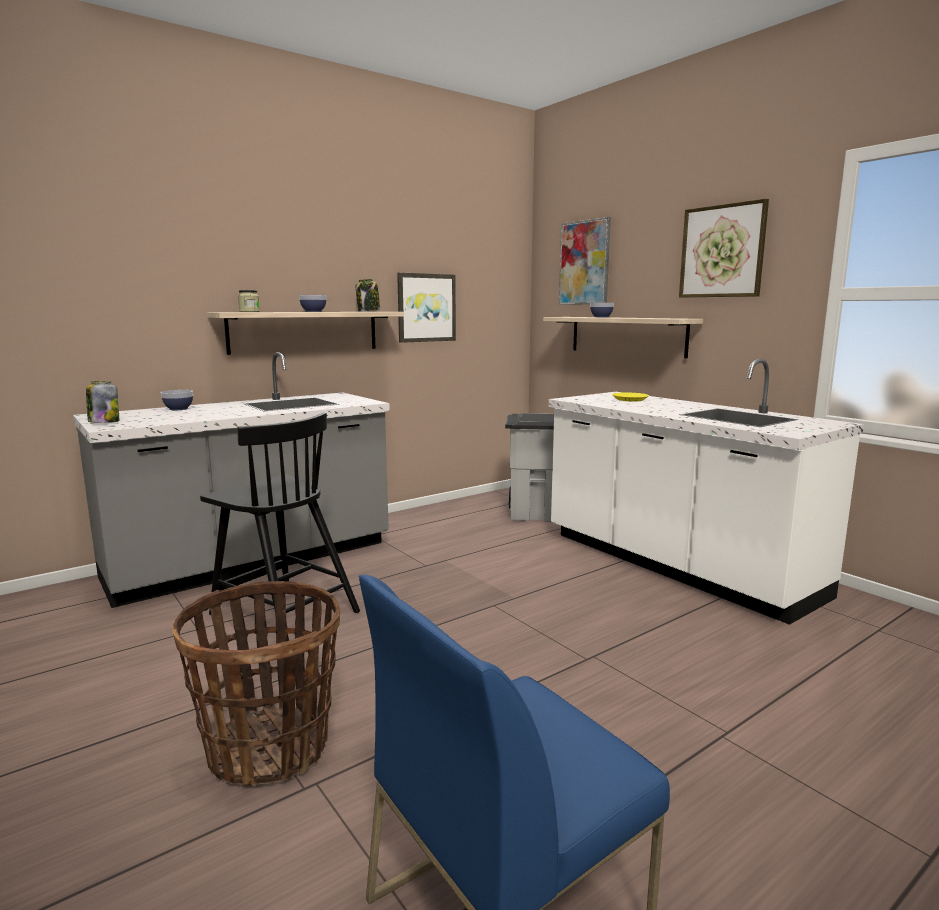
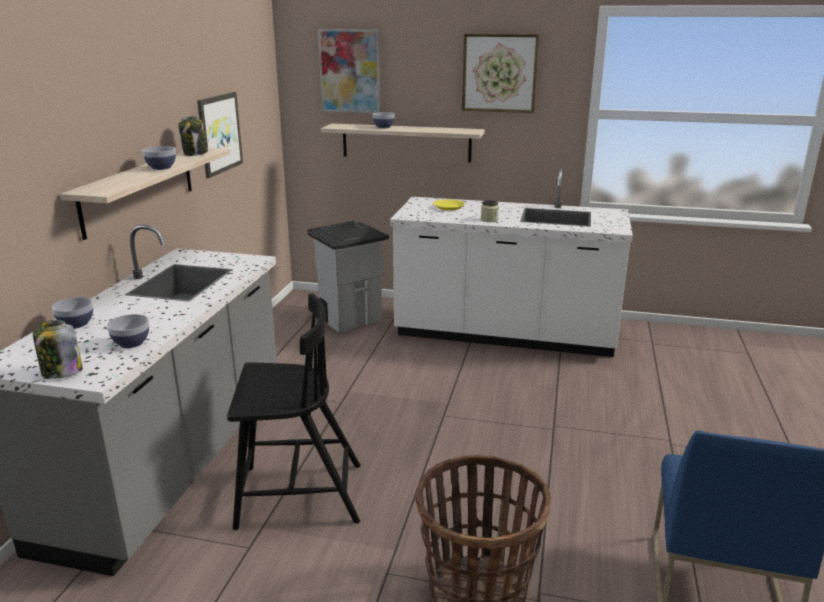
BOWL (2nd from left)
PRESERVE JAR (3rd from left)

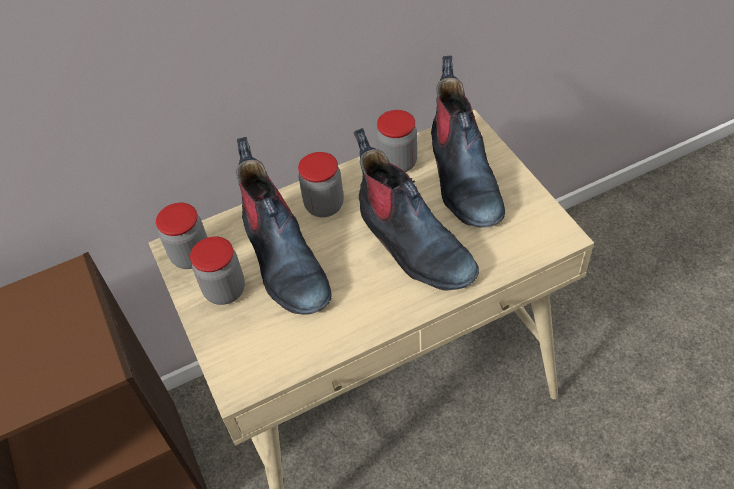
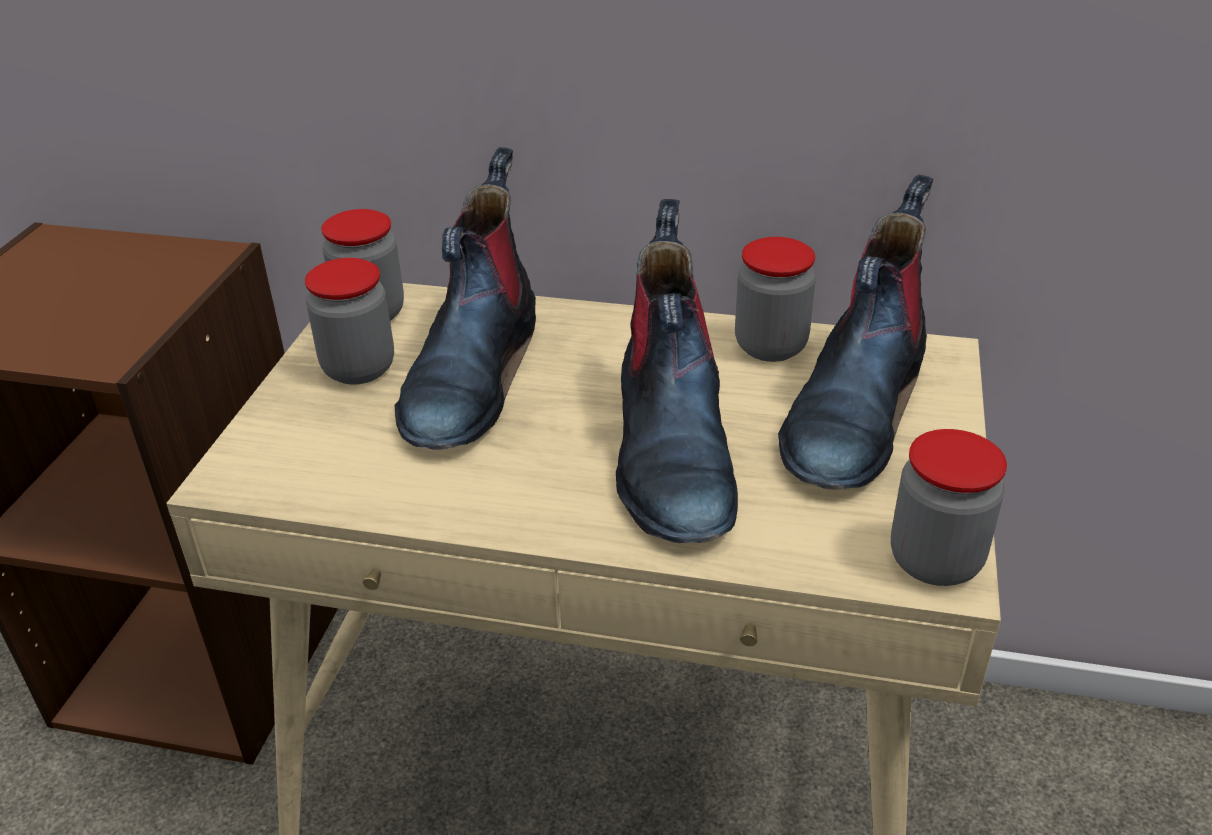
PRESERVE JAR (4th from left)

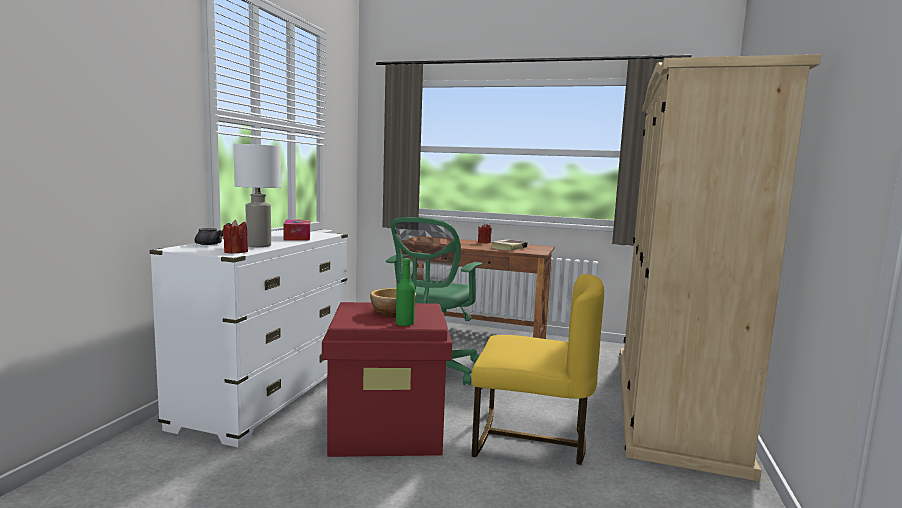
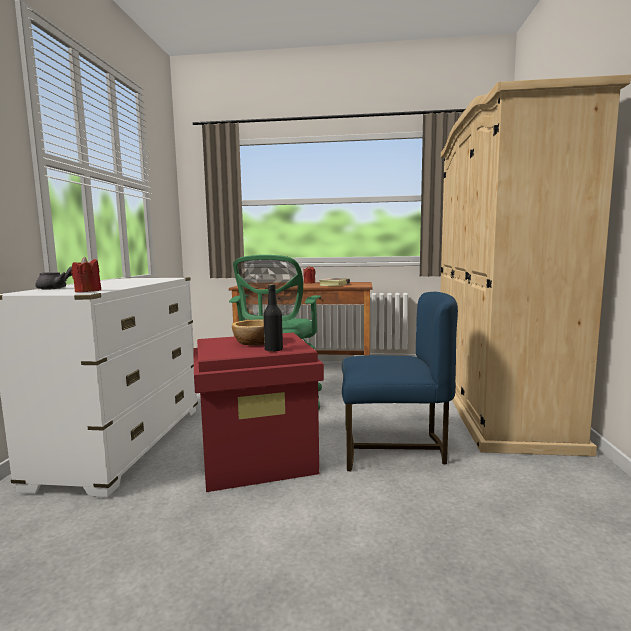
BLACK BEVERAGE BOTTLE
BLUE-COLOURED CHAIR
WHITISH TABLE LAMP
TISSUE HOLDER

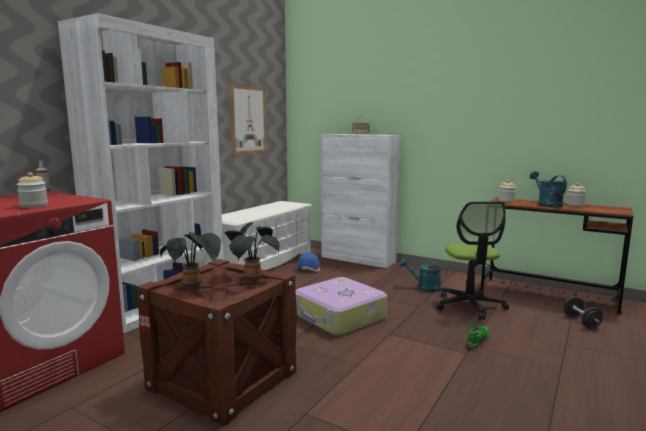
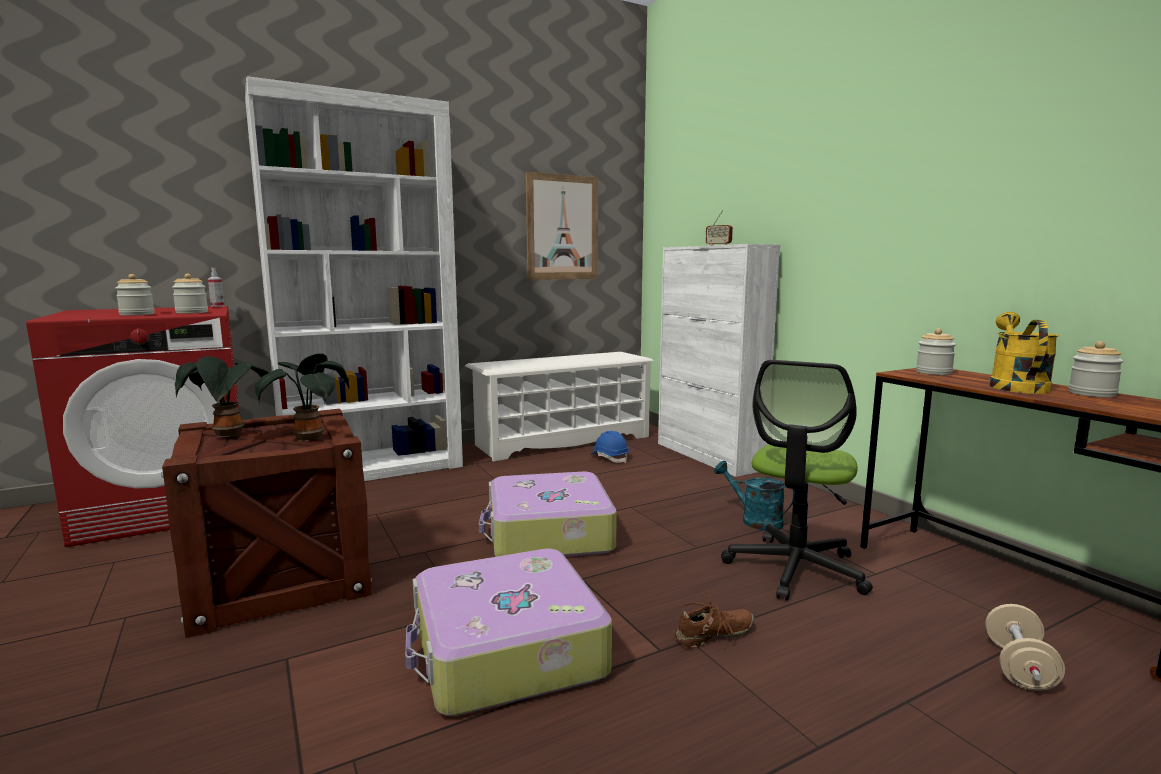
PRESERVE JAR (2nd from left)
PIECE OF LUGGAGE (1st from left)
BROWNISH SHOE
SAND-COLOURED FREE WEIGHT
YELLOWISH WATERING CAN

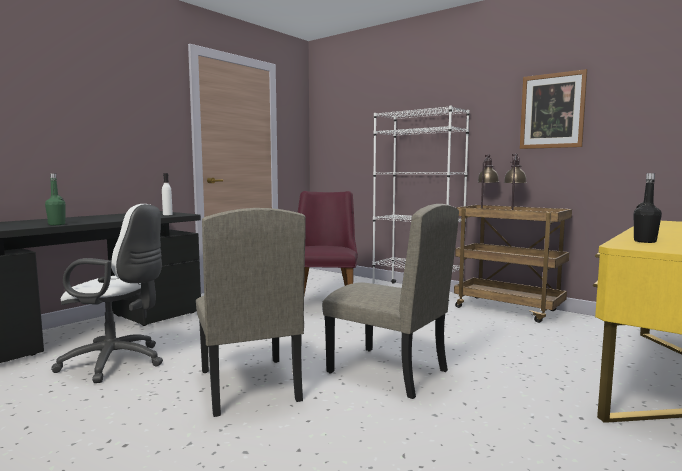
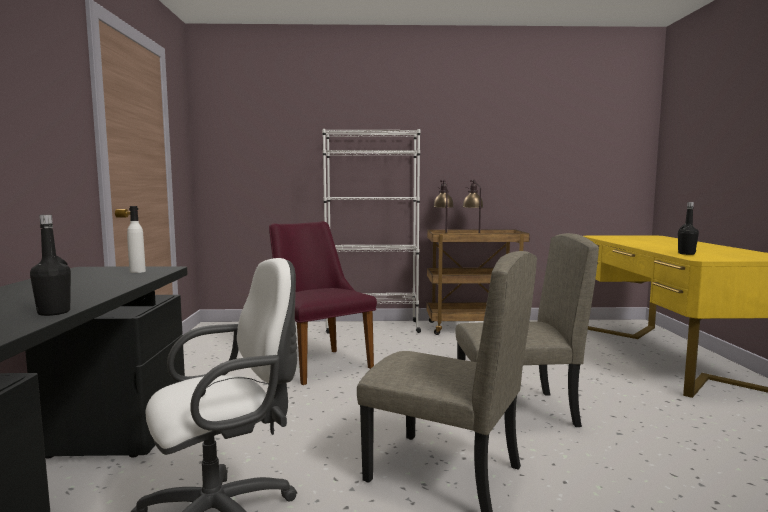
BLACK BEVERAGE BOTTLE (1st from left)
WALL PICTURE

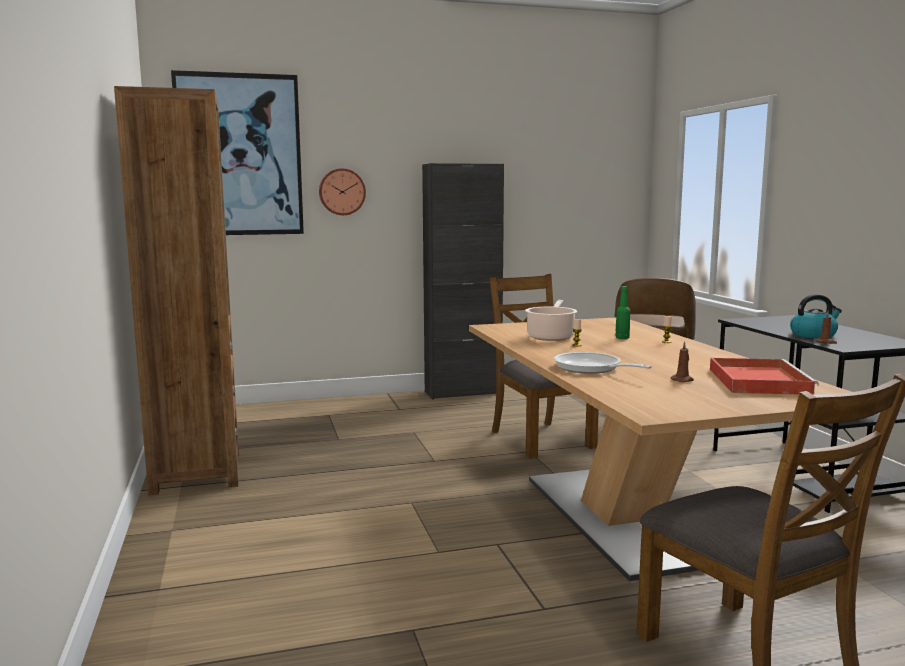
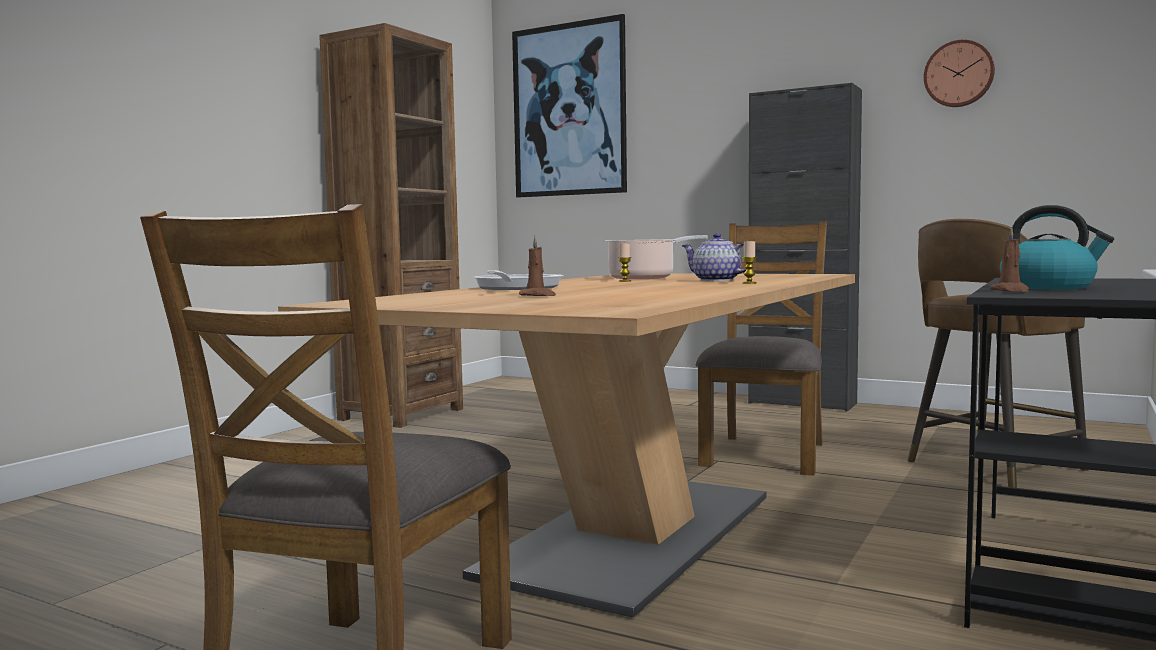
POT FOR TEA
CLOCK ON THE WALL
REDDISH SERVING TRAY

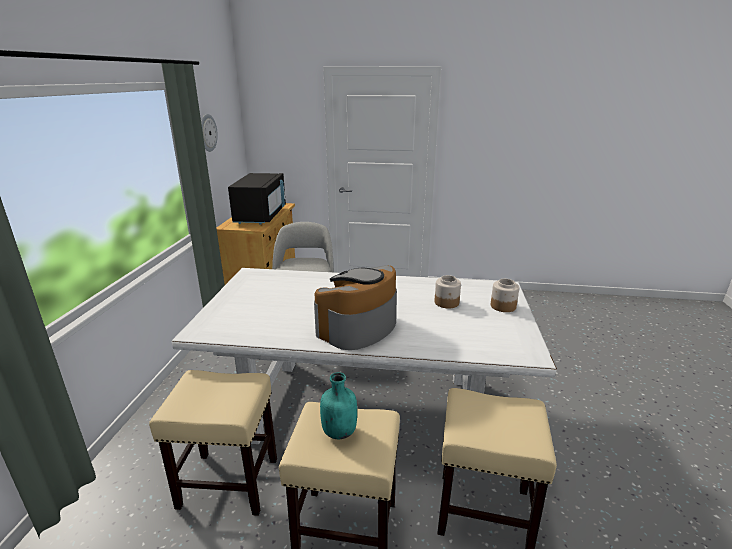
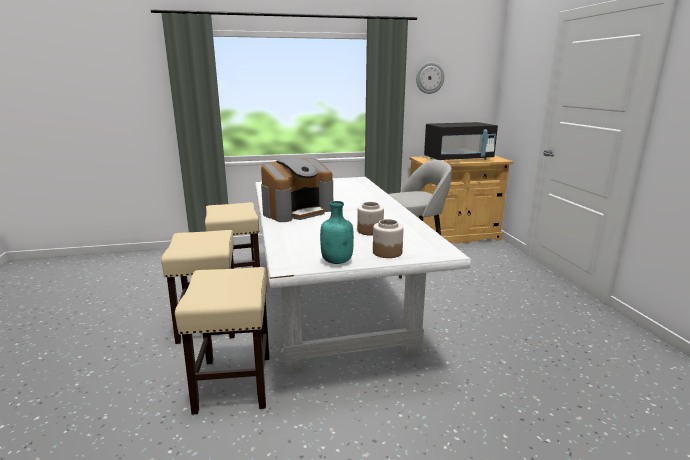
COFFEE MAKER
BLUE-GREEN BEVERAGE BOTTLE

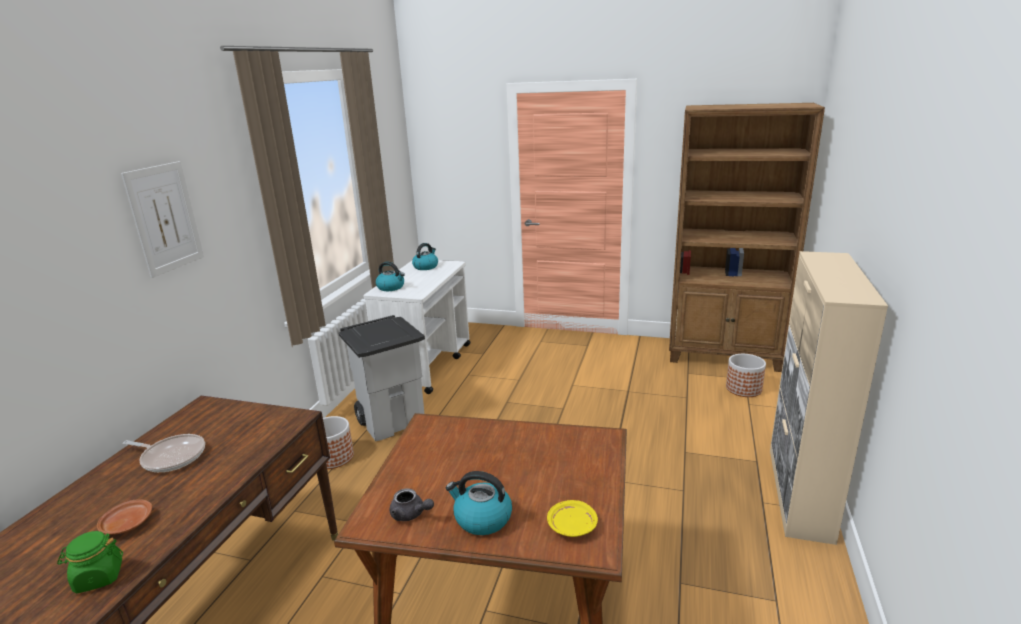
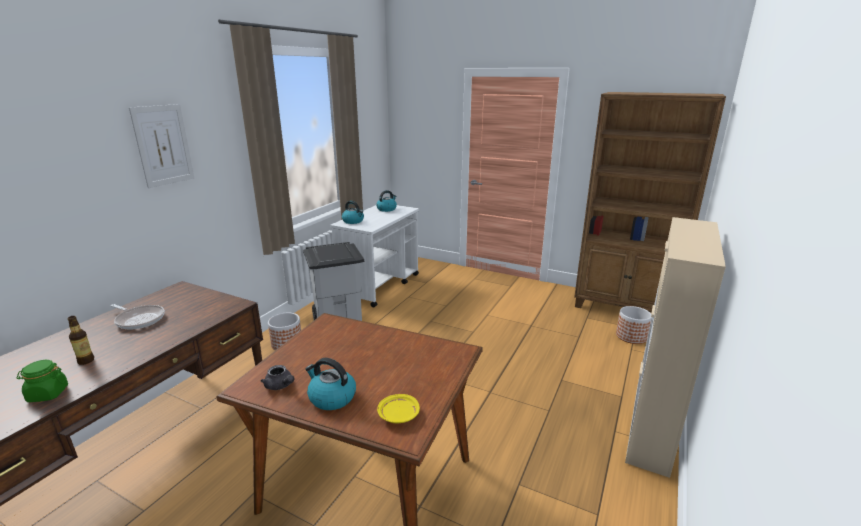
BEVERAGE BOTTLE

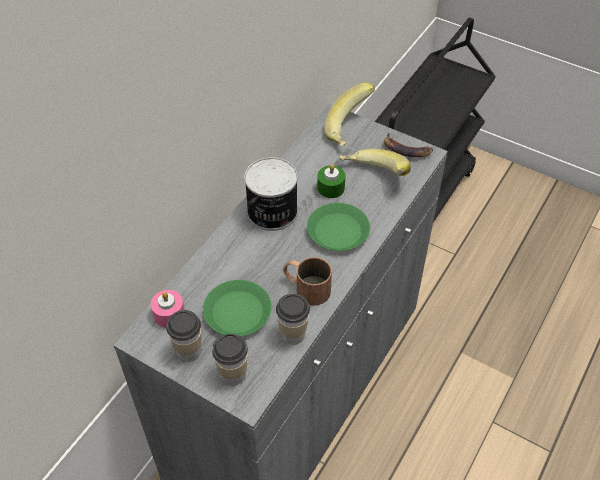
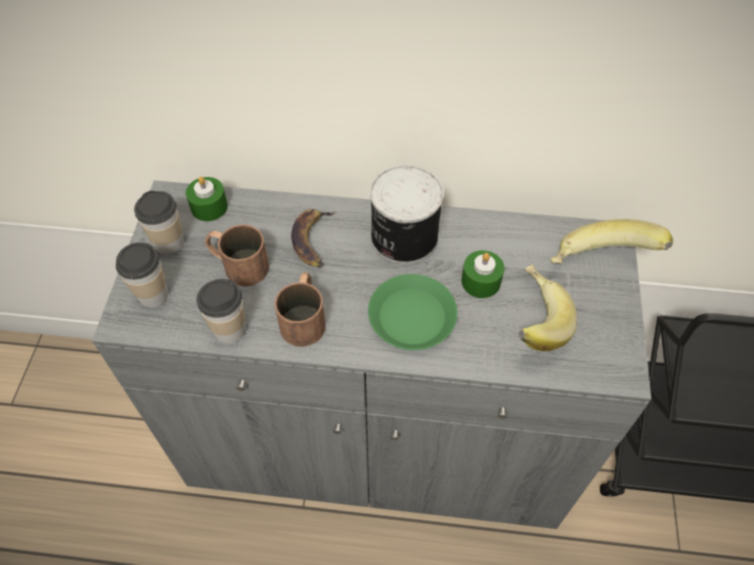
GREEN WAX LIGHT (1st from left)
BROWNISH COFFEE MUG (1st from left)
BANANA (1st from left)

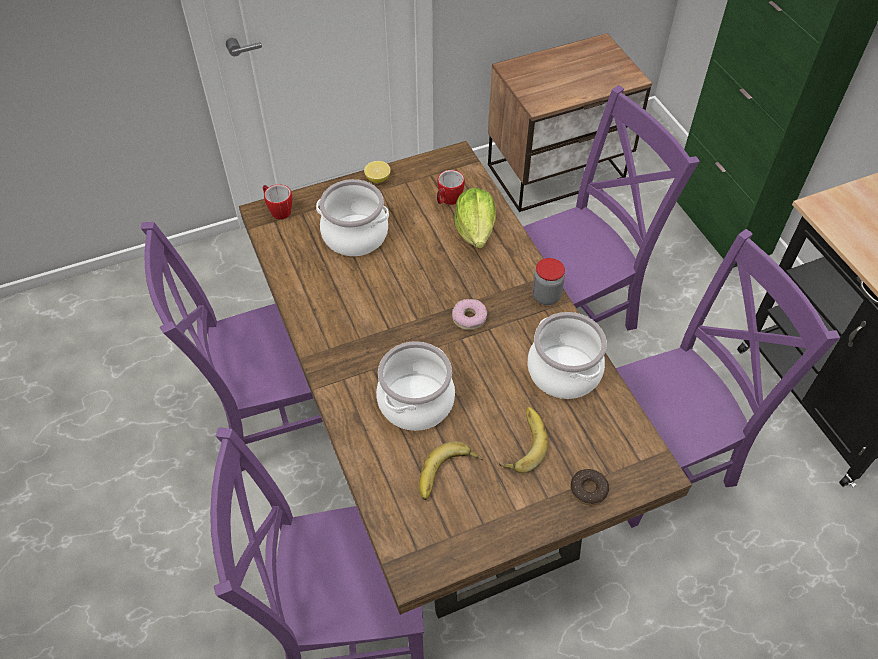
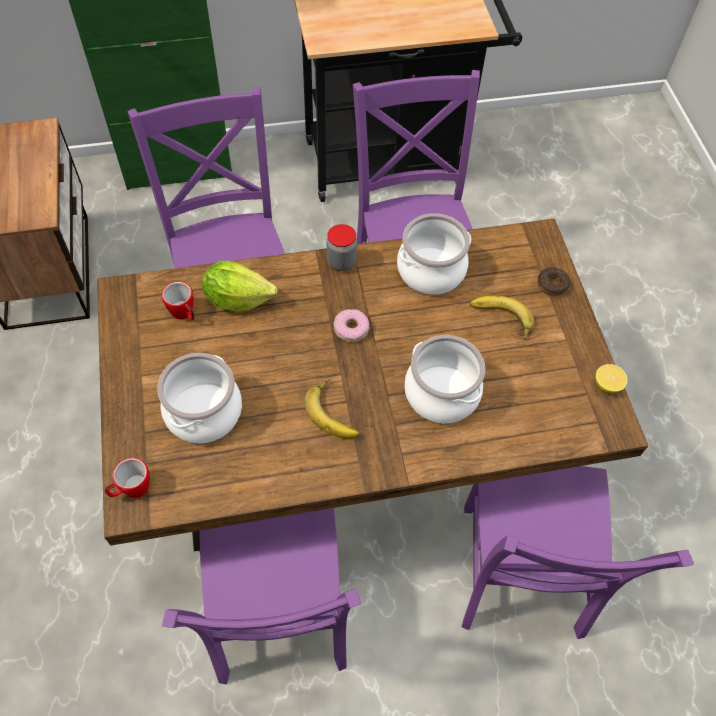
BANANA (1st from left)
CITRUS FRUIT

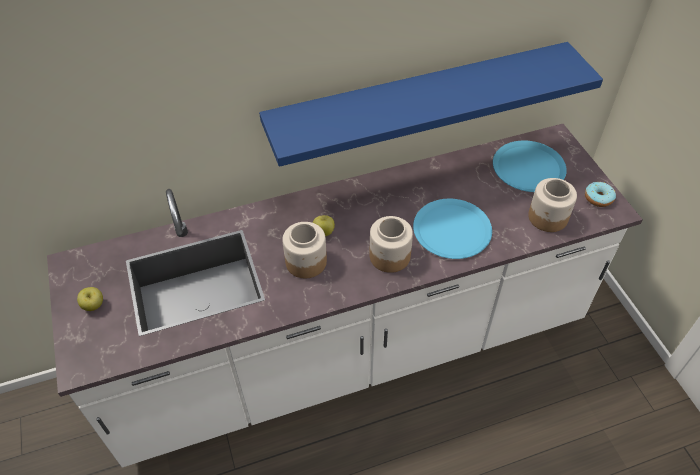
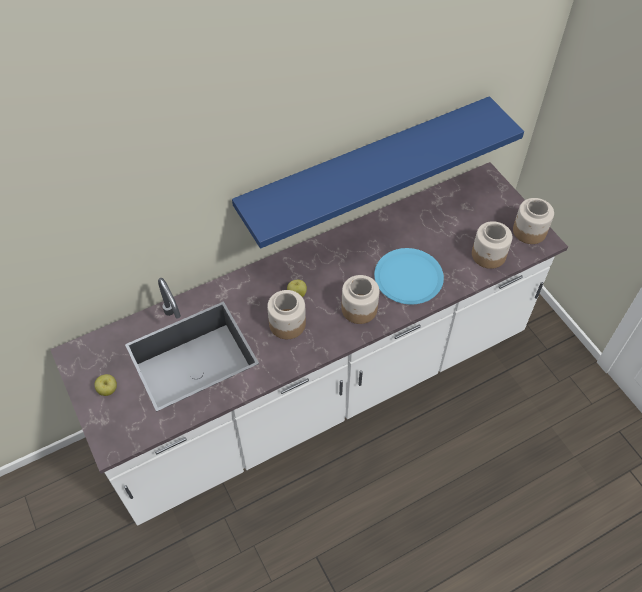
PRESERVE JAR (4th from left)
BLUE-COLOURED FLAT DISH (2nd from left in the first image)

